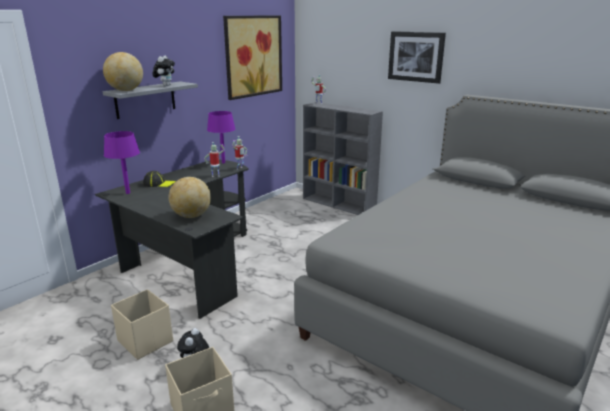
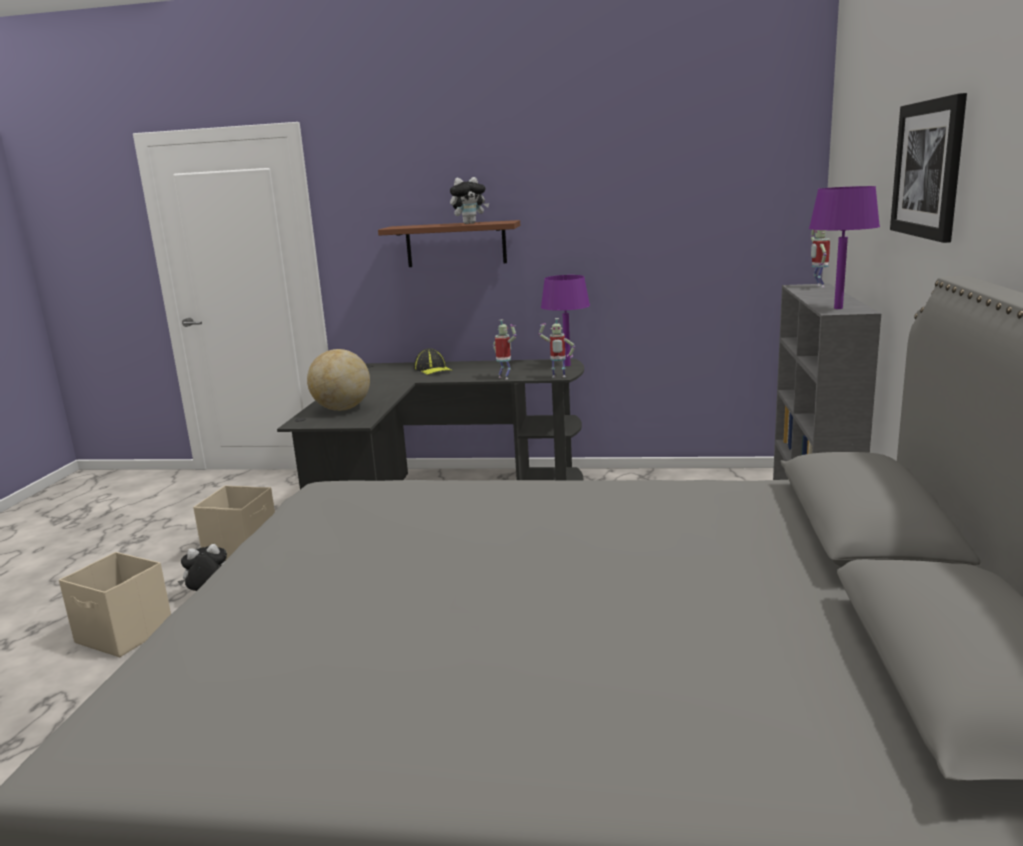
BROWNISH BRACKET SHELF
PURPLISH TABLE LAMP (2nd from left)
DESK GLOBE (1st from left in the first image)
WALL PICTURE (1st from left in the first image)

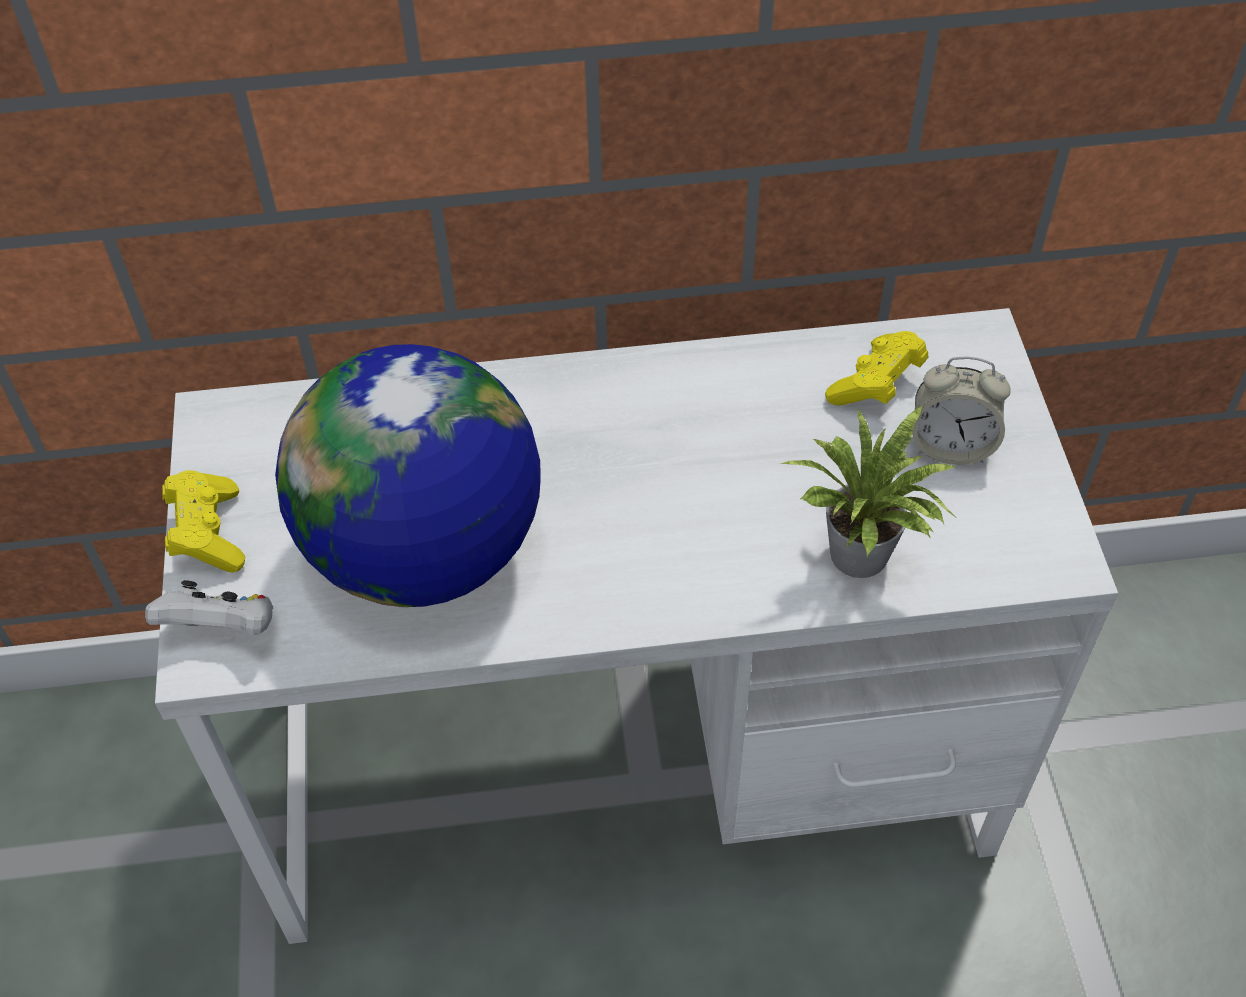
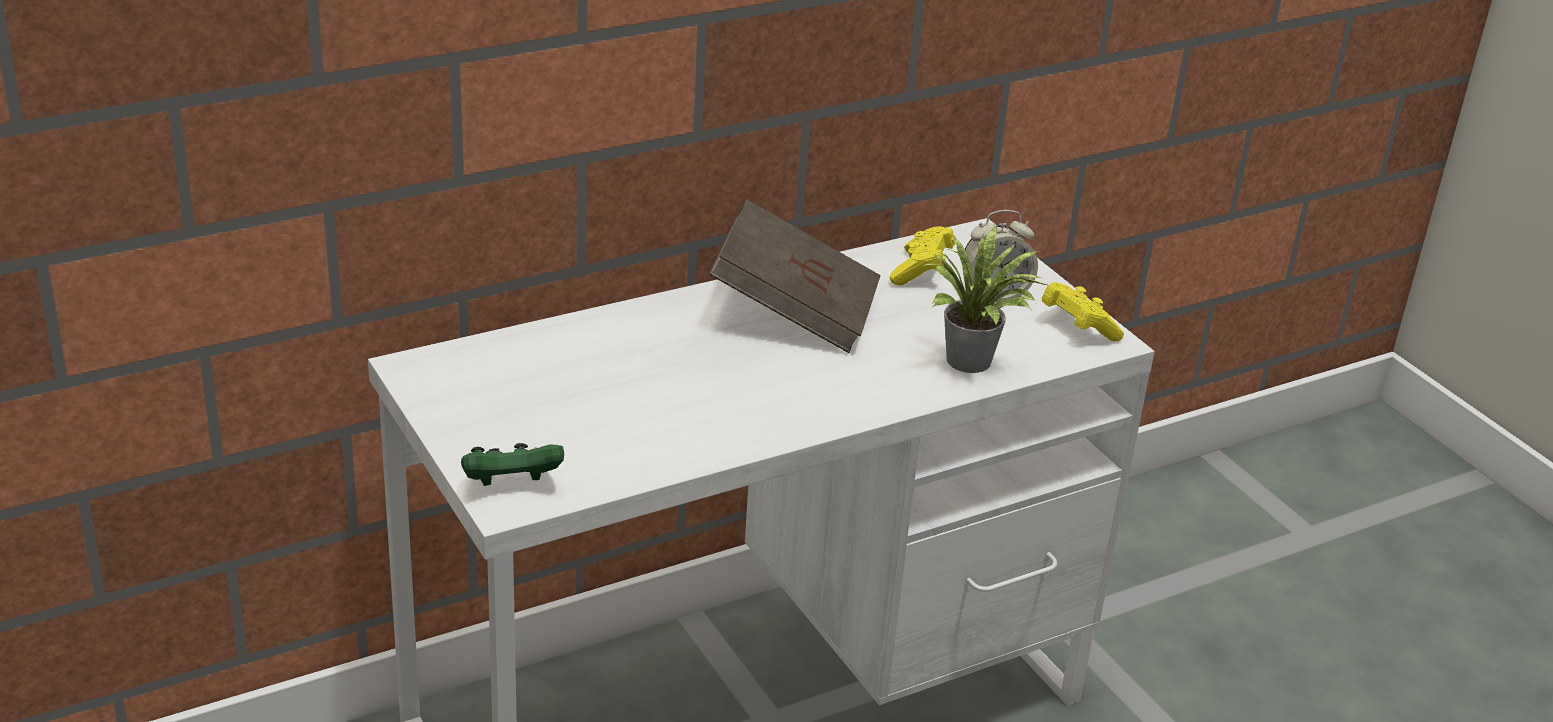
GREEN JOYPAD
BROWNISH BOUND BOOK
YELLOWISH JOYPAD (2nd from left)
DESK GLOBE

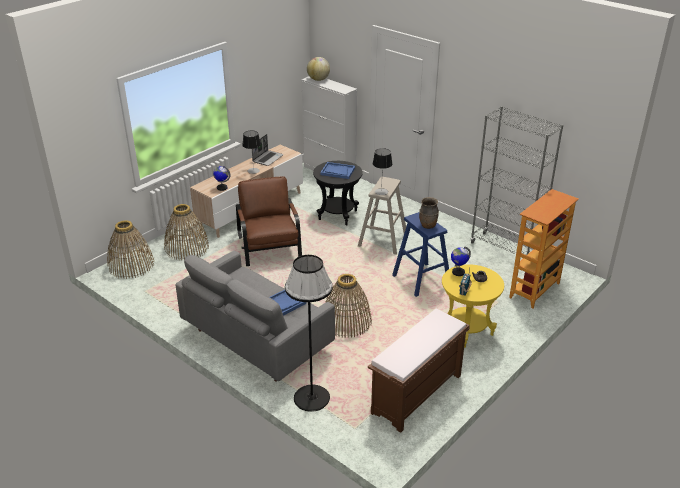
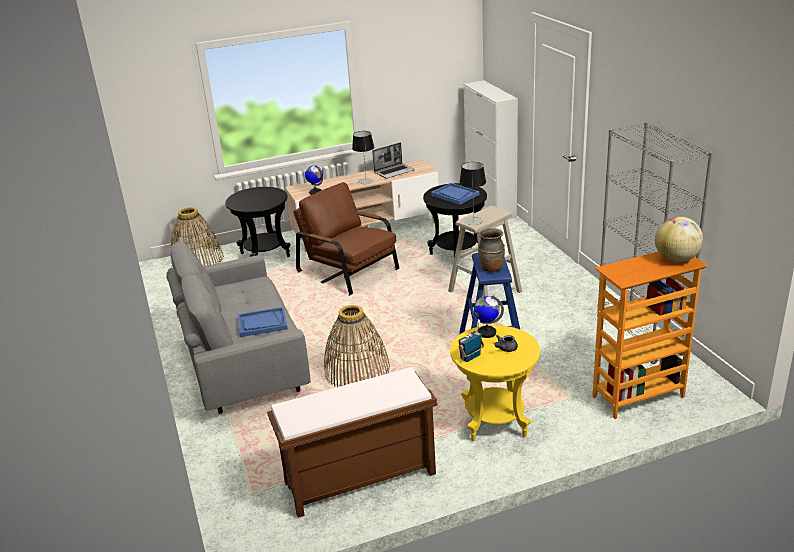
BLACK ACCENT TABLE (1st from left)
BROWNISH LOUNGE CHAIR
DESK GLOBE (3rd from left)
BLACK STANDING LAMP

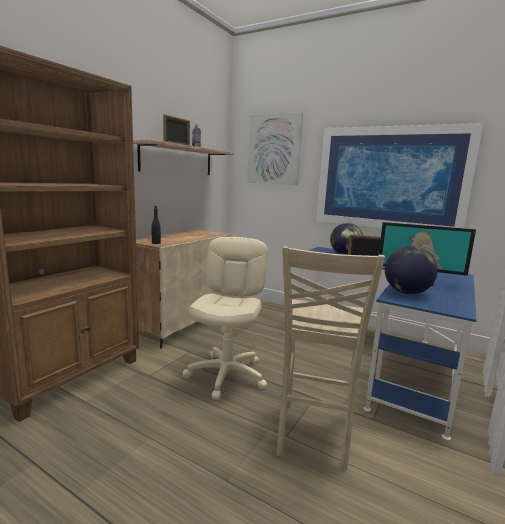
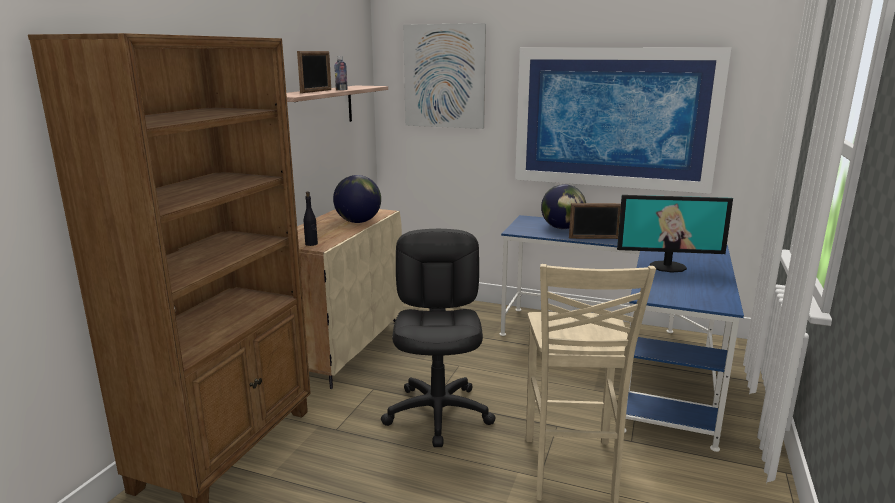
DESK GLOBE (1st from left)
BLACK COMPUTER CHAIR

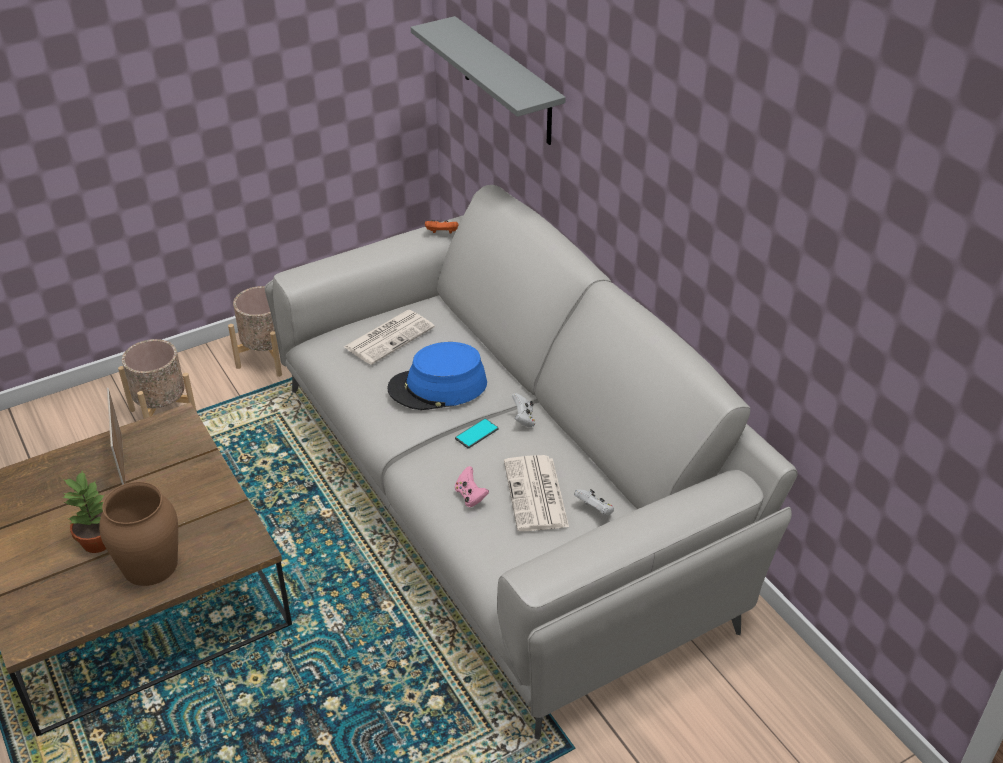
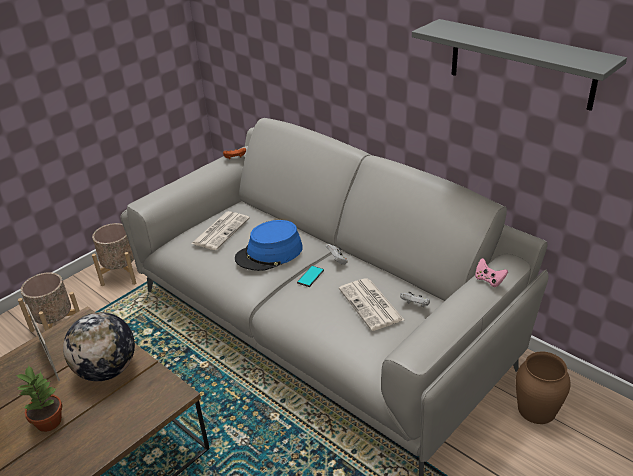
DESK GLOBE
GREYISH BRACKET SHELF
PINK JOYPAD
BROWNISH VASE

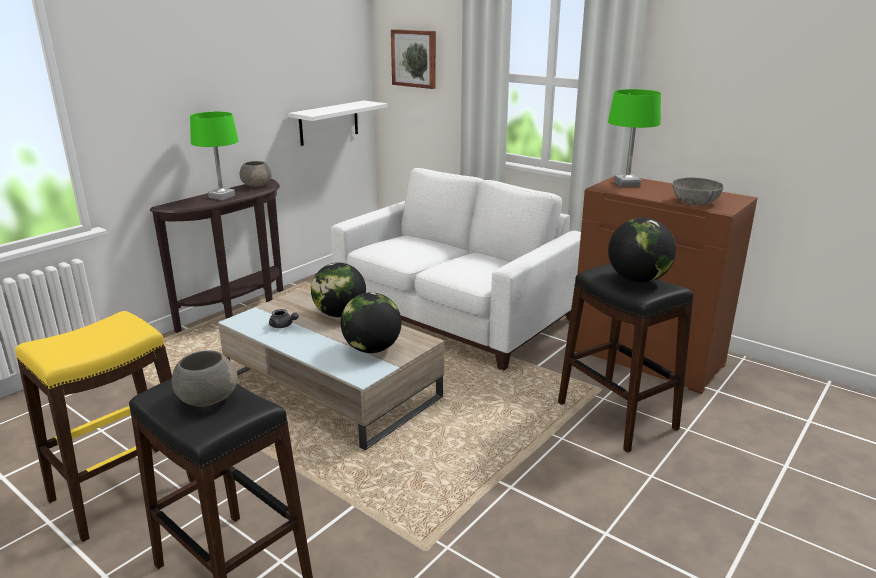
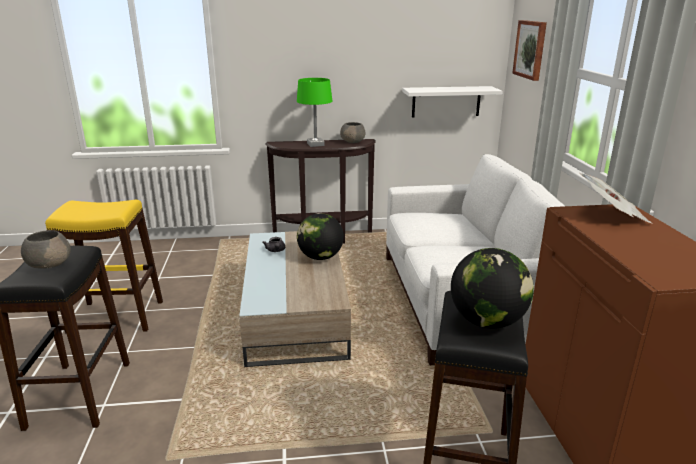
NEWSPAPER
DESK GLOBE (2nd from left in the first image)
GREYISH BOWL (3rd from left in the first image)

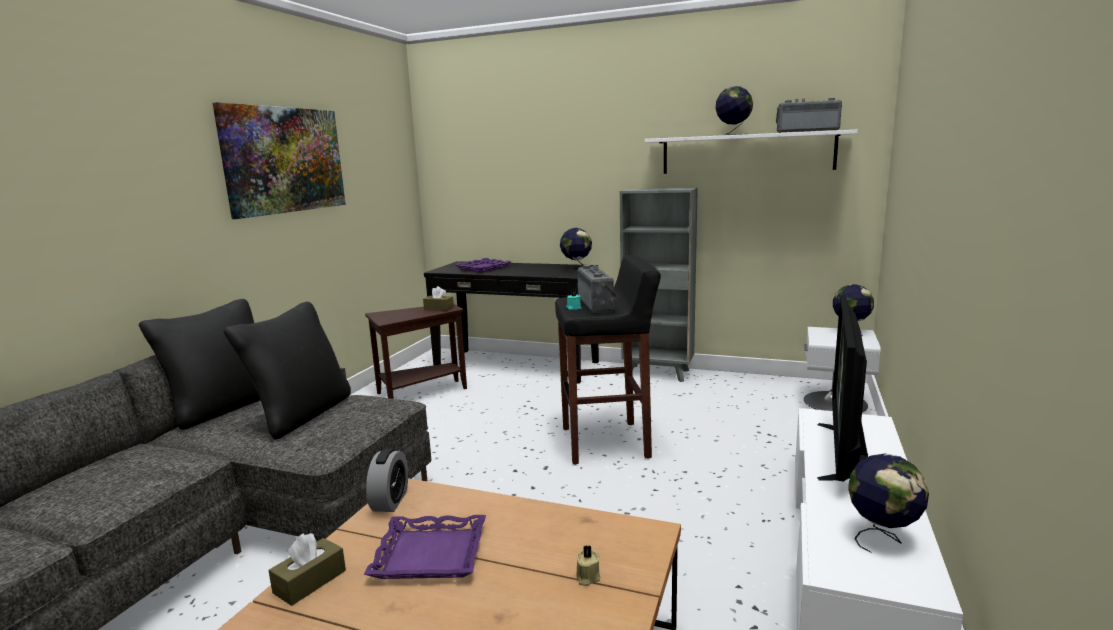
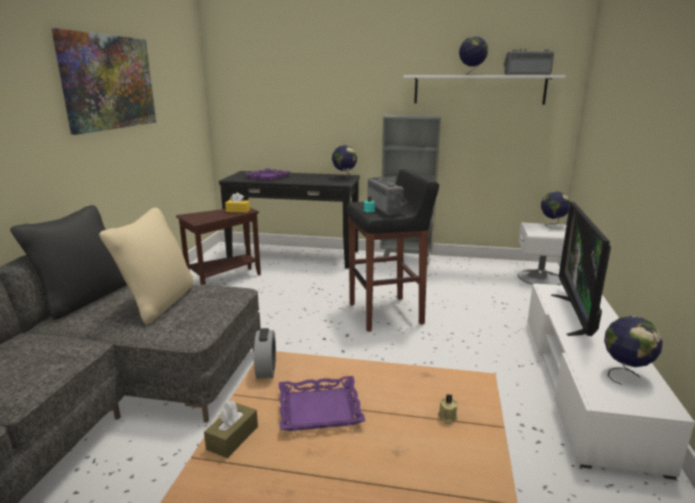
SAND-COLOURED THROW PILLOW
YELLOWISH TISSUE HOLDER

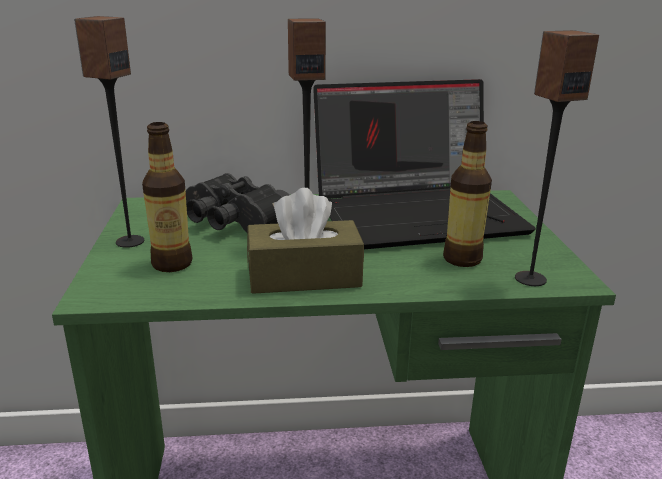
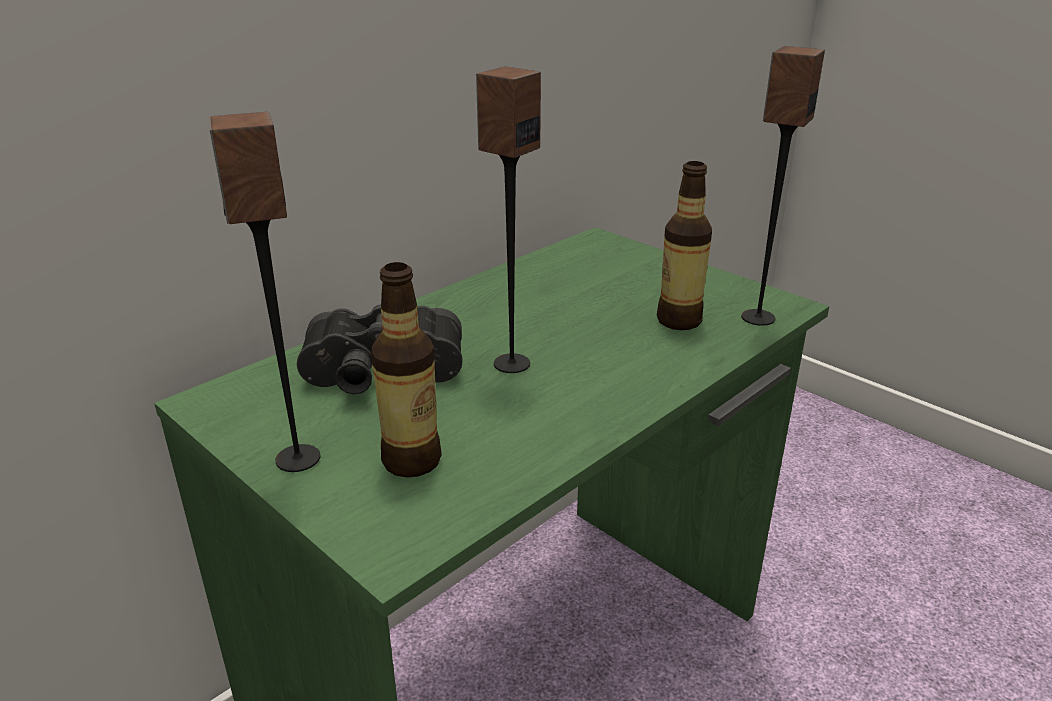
BROWNISH TISSUE HOLDER
LAPTOP

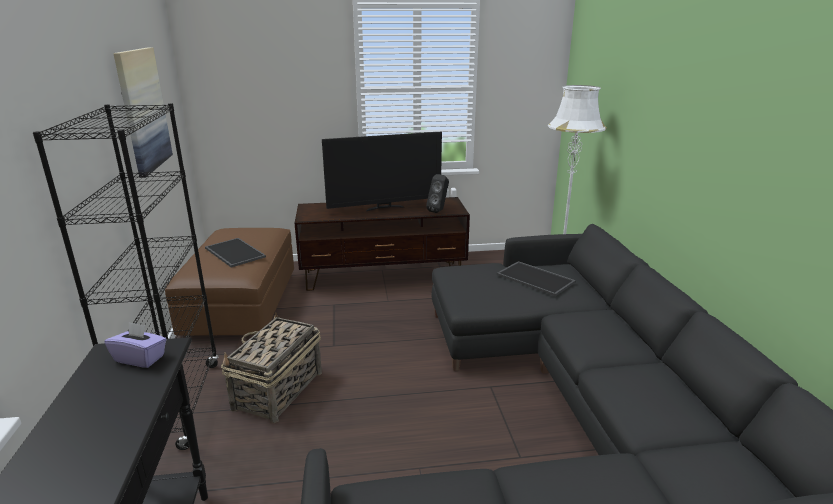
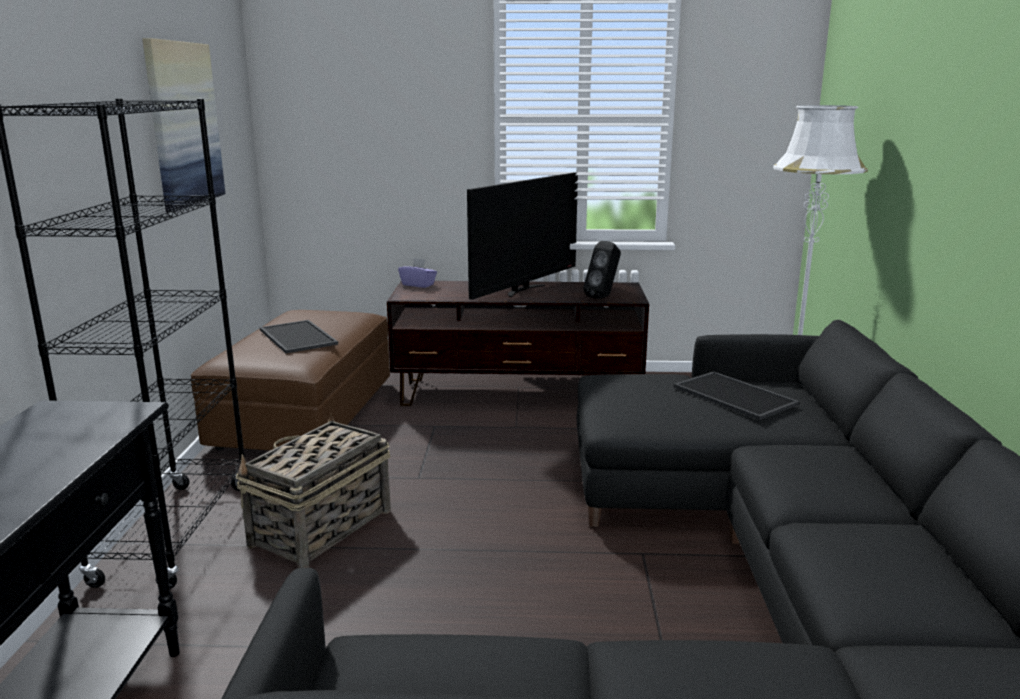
PURPLISH TISSUE HOLDER
TV SET

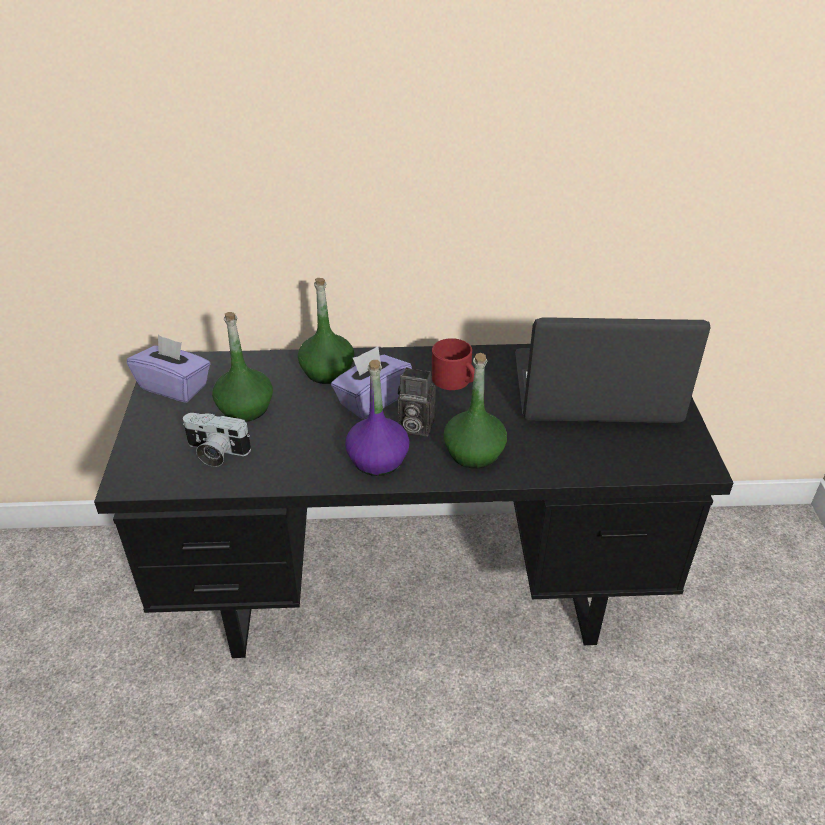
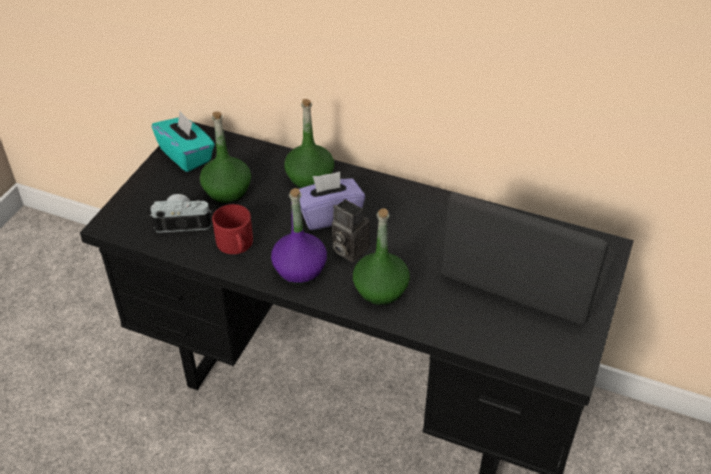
PHOTO CAMERA (1st from left)
BLUE-GREEN TISSUE HOLDER
REDDISH COFFEE MUG

